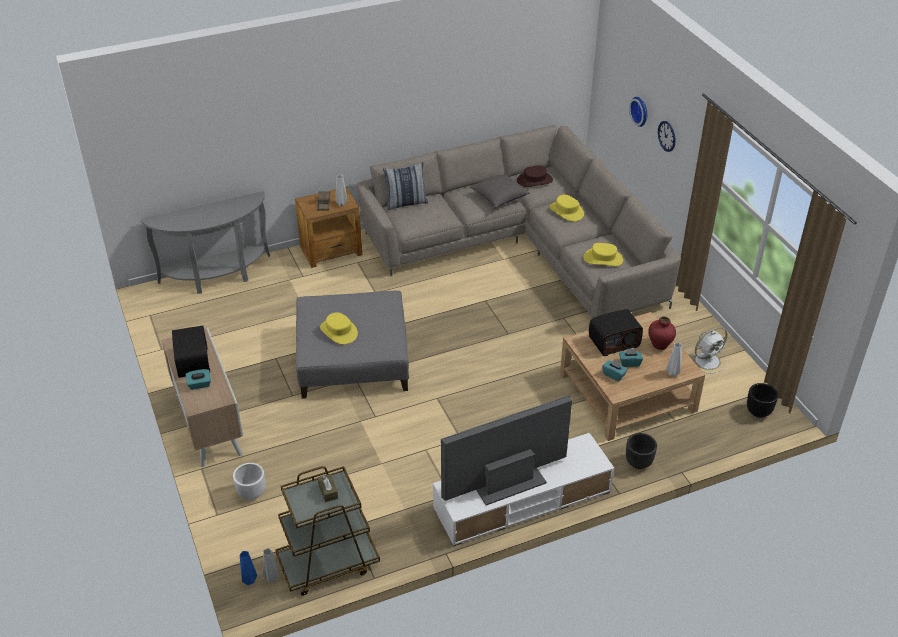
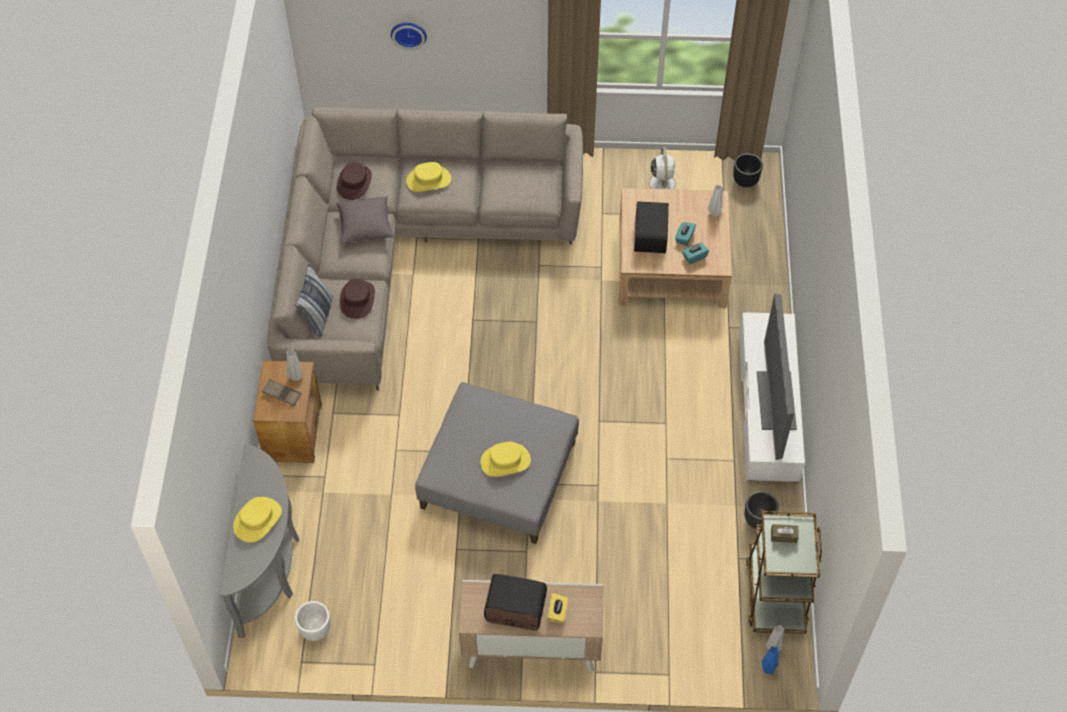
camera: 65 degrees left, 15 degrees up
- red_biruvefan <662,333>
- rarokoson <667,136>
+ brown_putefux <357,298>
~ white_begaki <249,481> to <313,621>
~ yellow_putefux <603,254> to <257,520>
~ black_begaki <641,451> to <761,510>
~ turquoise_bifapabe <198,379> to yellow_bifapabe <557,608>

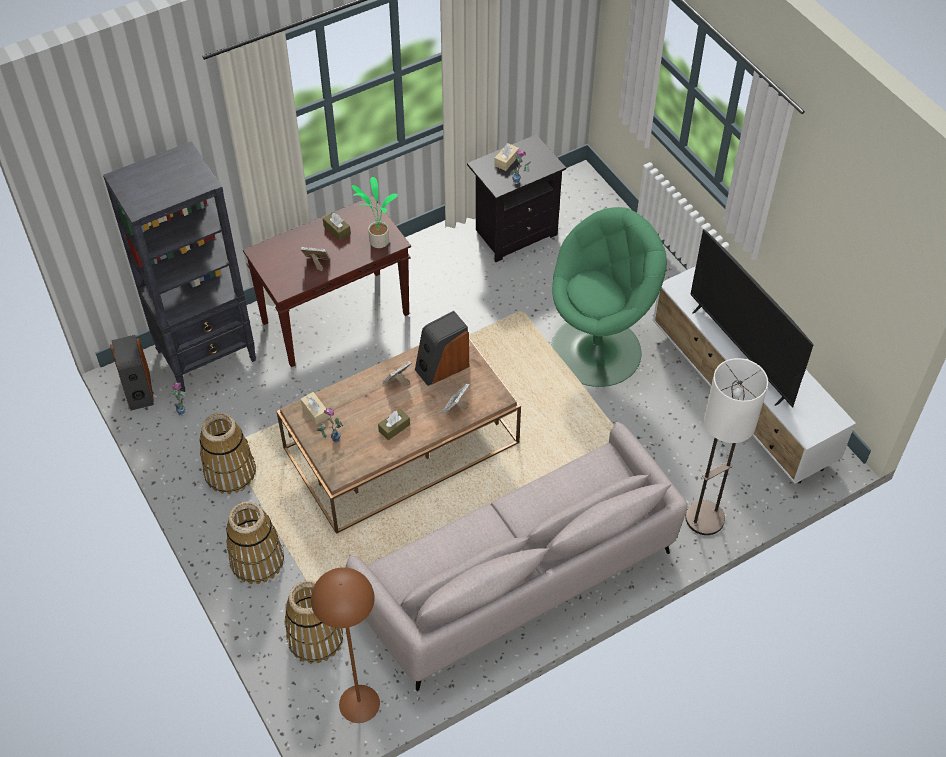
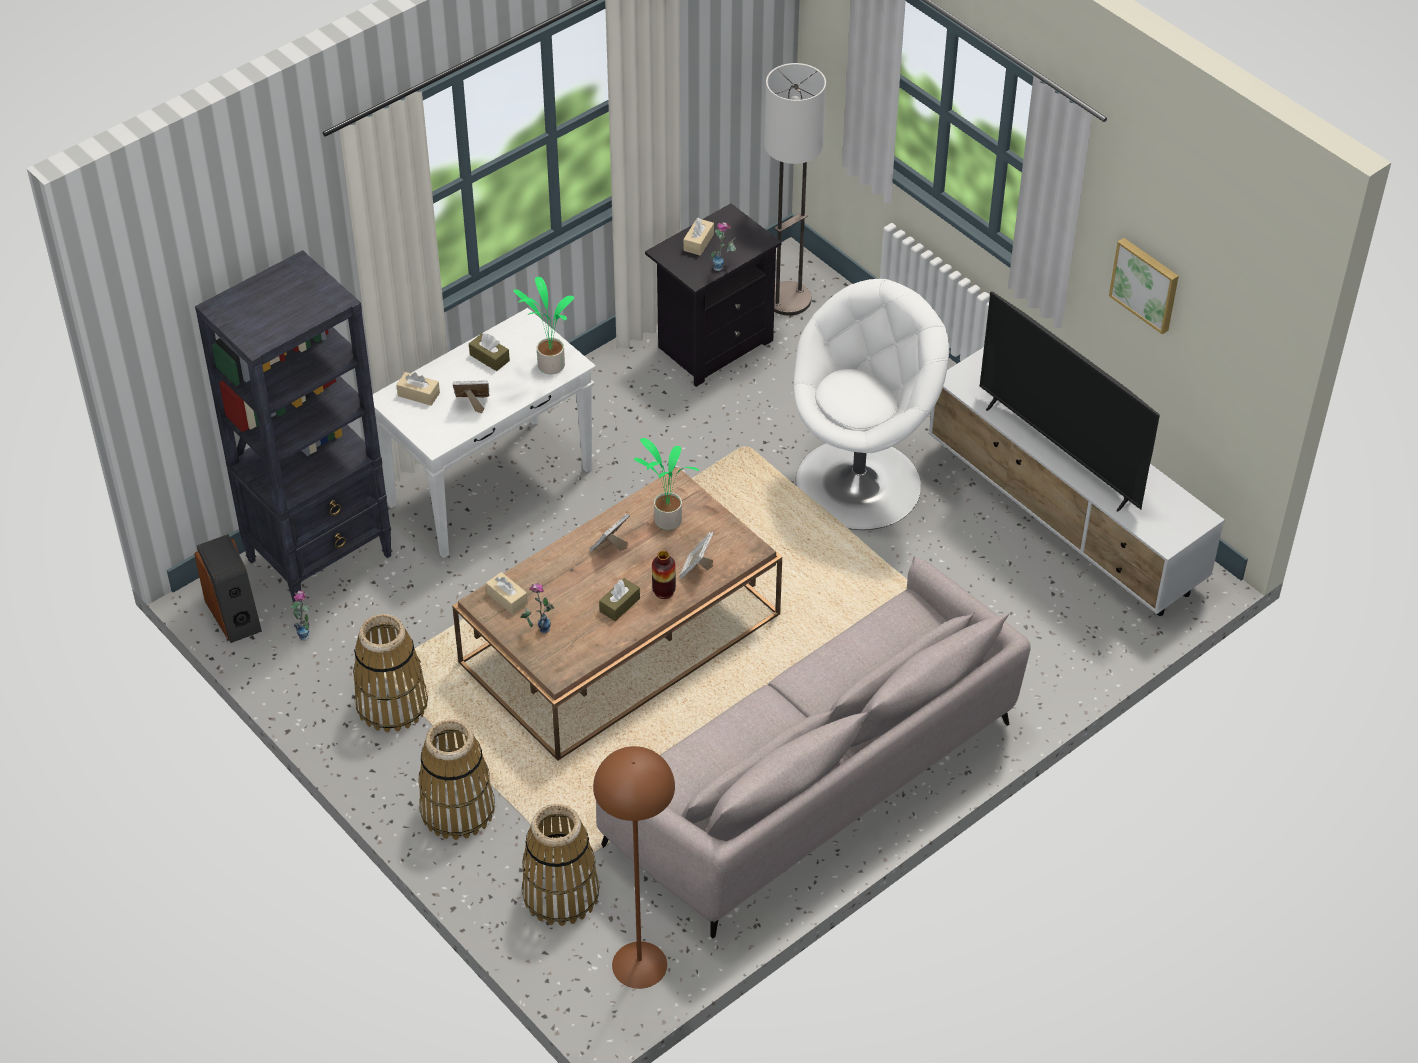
camera: 10 degrees left, 5 degrees down
+ beige_bifapabe <418,389>
+ biruvefan <664,575>
+ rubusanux <1144,286>
~ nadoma <726,446> to <795,189>
~ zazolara <442,348> to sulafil <666,484>
~ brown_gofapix <327,281> to white_gofapix <484,433>
~ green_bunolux <609,297> to white_bunolux <871,404>

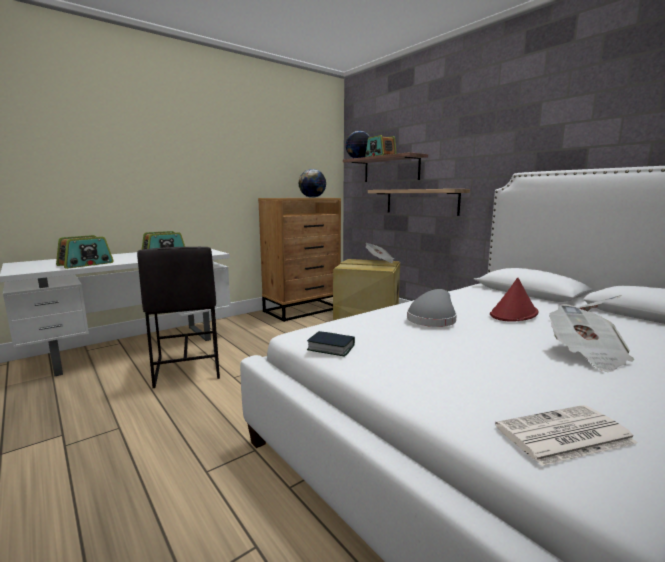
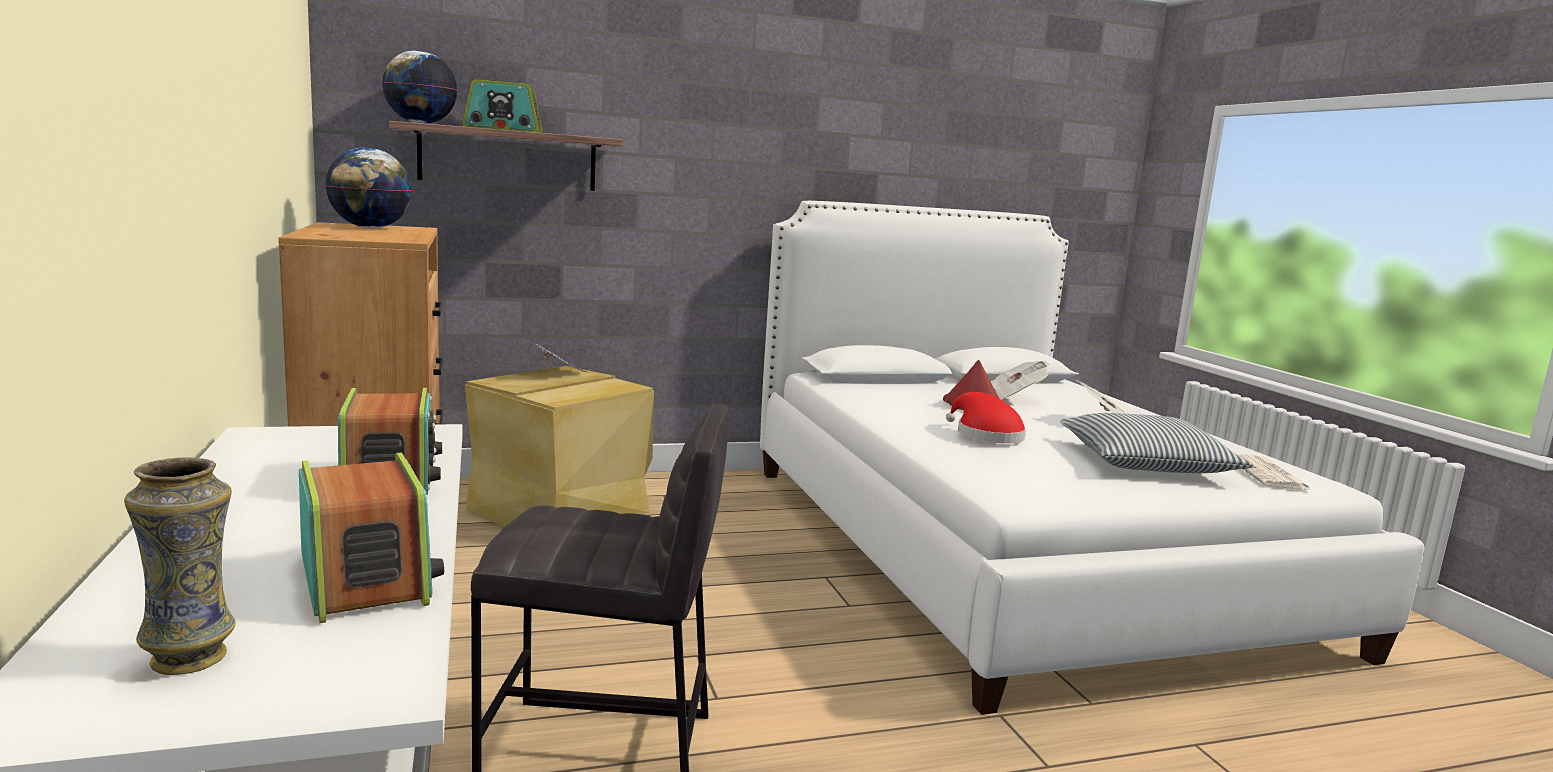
camera: 70 degrees left, 0 degrees up
- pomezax <331,344>
- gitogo <419,202>
+ biruvefan <180,566>
+ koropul <1156,443>
~ grey_putefux <432,308> to red_putefux <986,418>

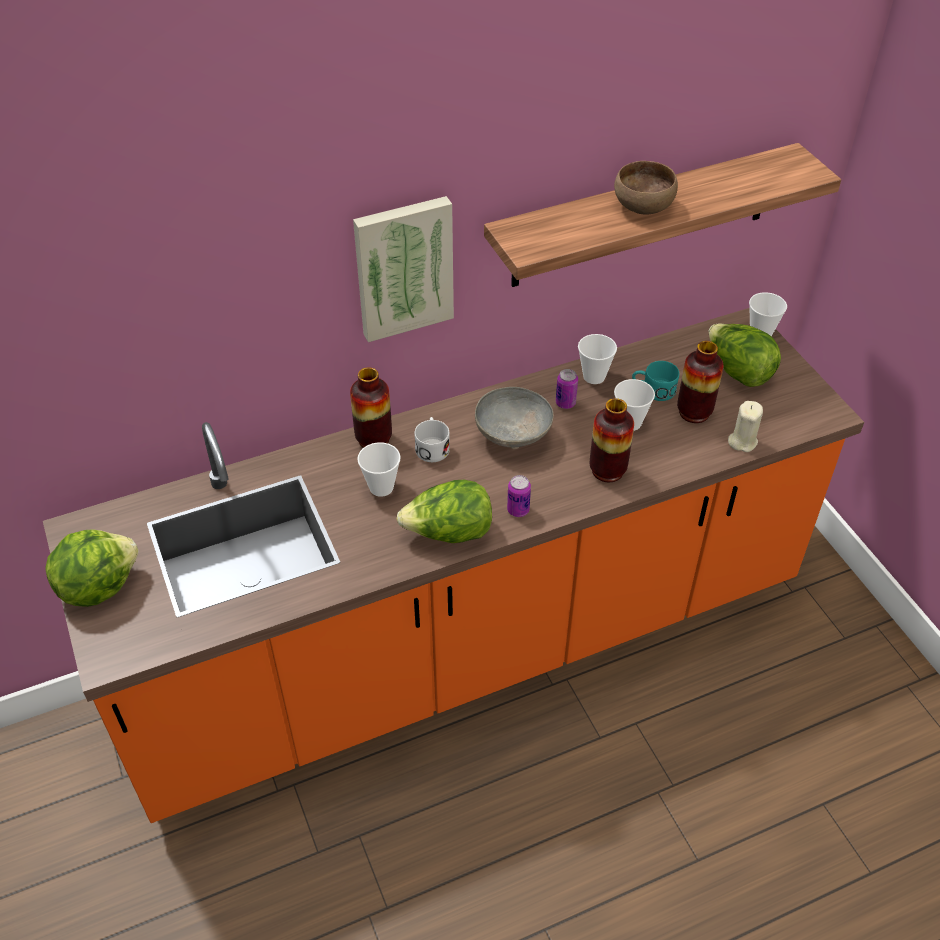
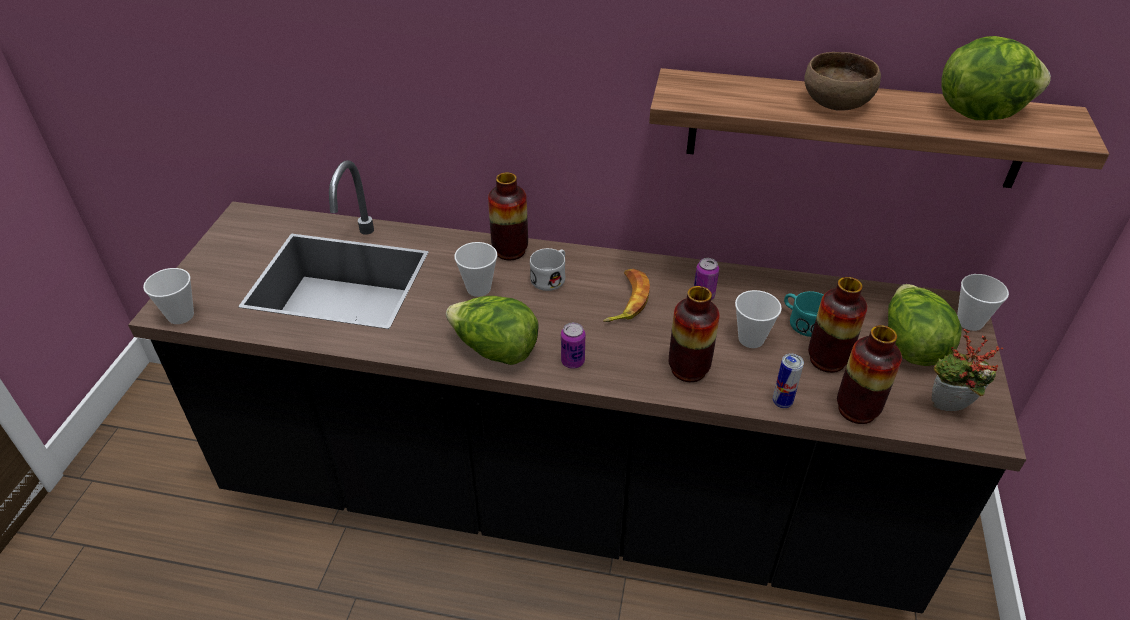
camera: 35 degrees right, 5 degrees down
- rubusanux <403,269>
+ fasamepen <788,380>
+ sulafil <967,370>
~ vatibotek <92,568> to <996,78>
~ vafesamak <597,359> to <168,296>
~ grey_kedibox <514,418> to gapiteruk <626,295>
~ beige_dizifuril <745,426> to biruvefan <869,374>
~ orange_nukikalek <453,565> to black_nukikalek <577,387>

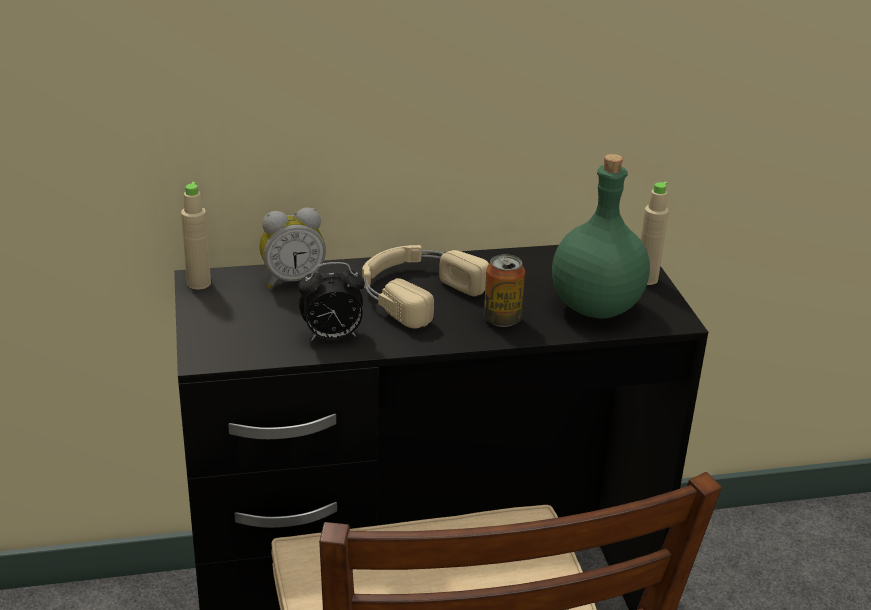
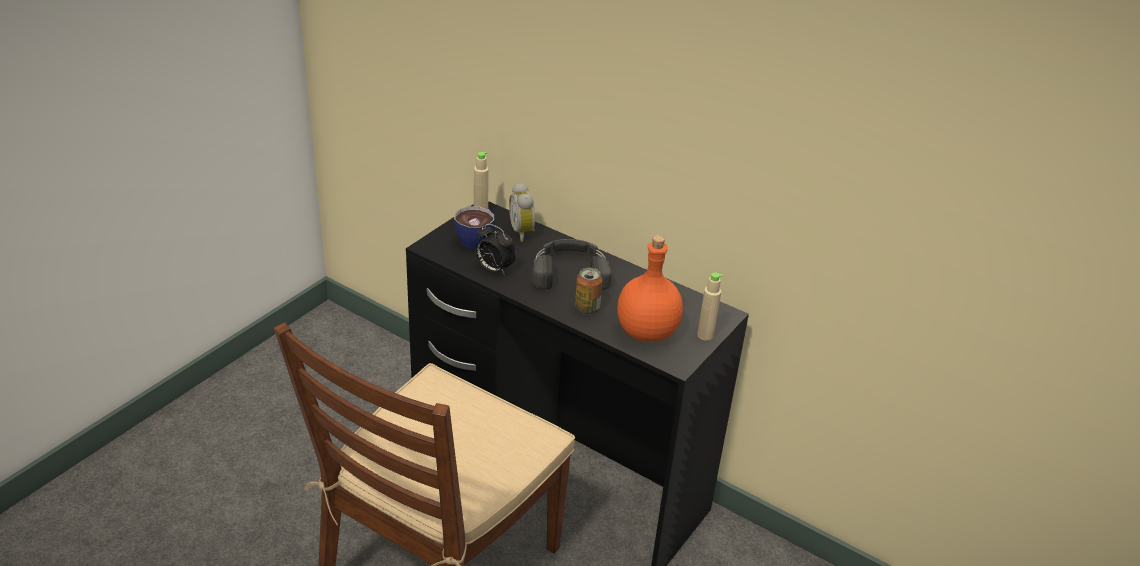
camera: 45 degrees right, 5 degrees up
+ vafesamak <474,228>
~ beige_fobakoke <425,287> to black_fobakoke <572,264>
~ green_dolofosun <601,236> to orange_dolofosun <650,288>
~ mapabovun <292,248> = <522,212> 45 degrees clockwise

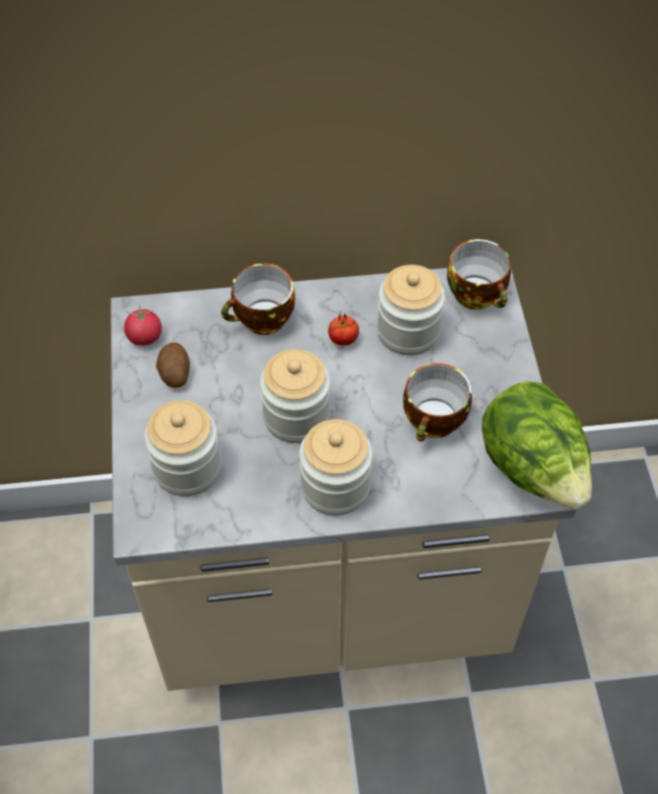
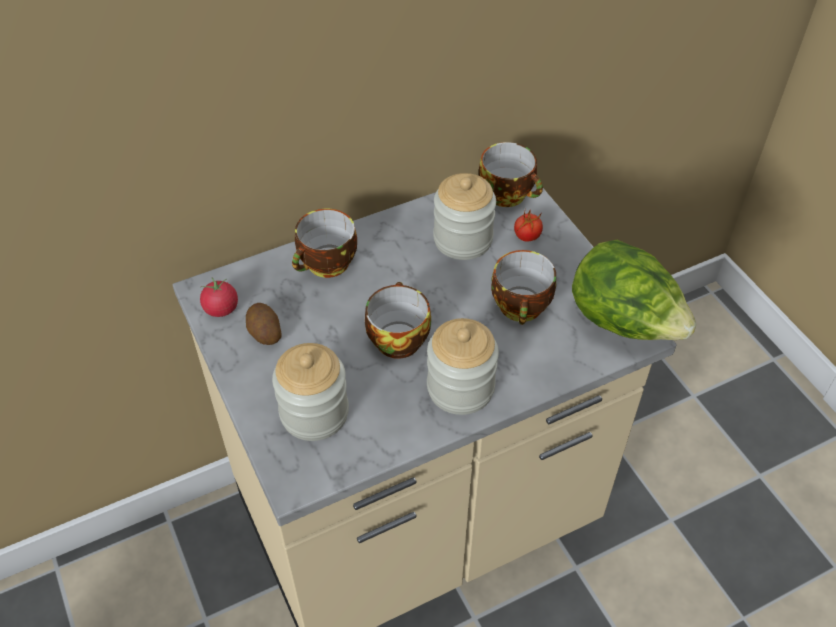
camera: 20 degrees left, 5 degrees down
~ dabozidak <343,328> to <528,226>
~ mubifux <295,396> to vafesamak <398,320>

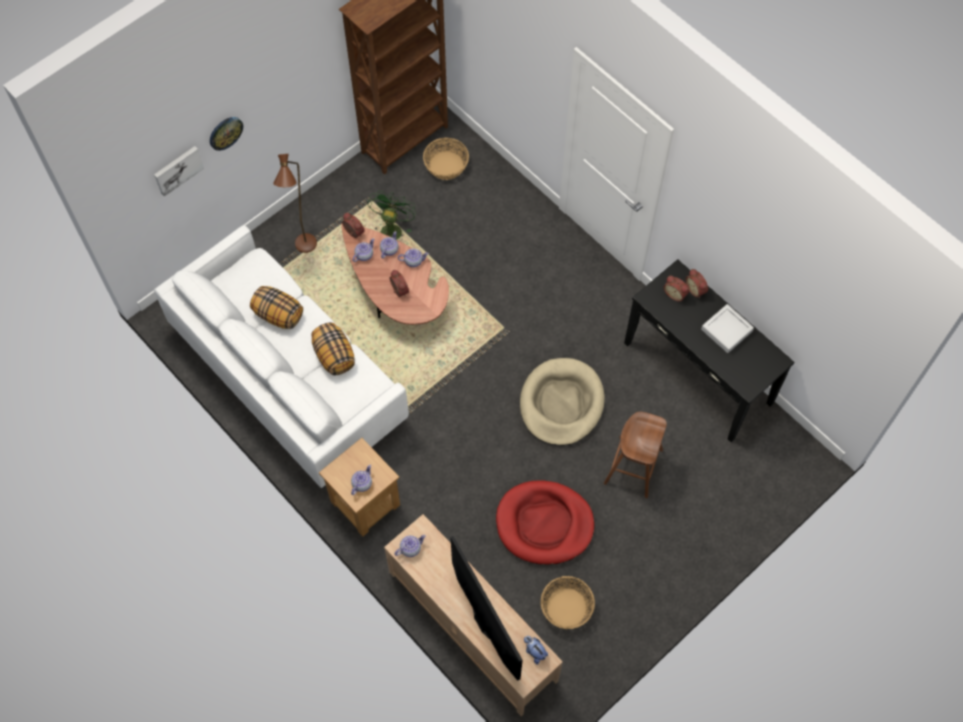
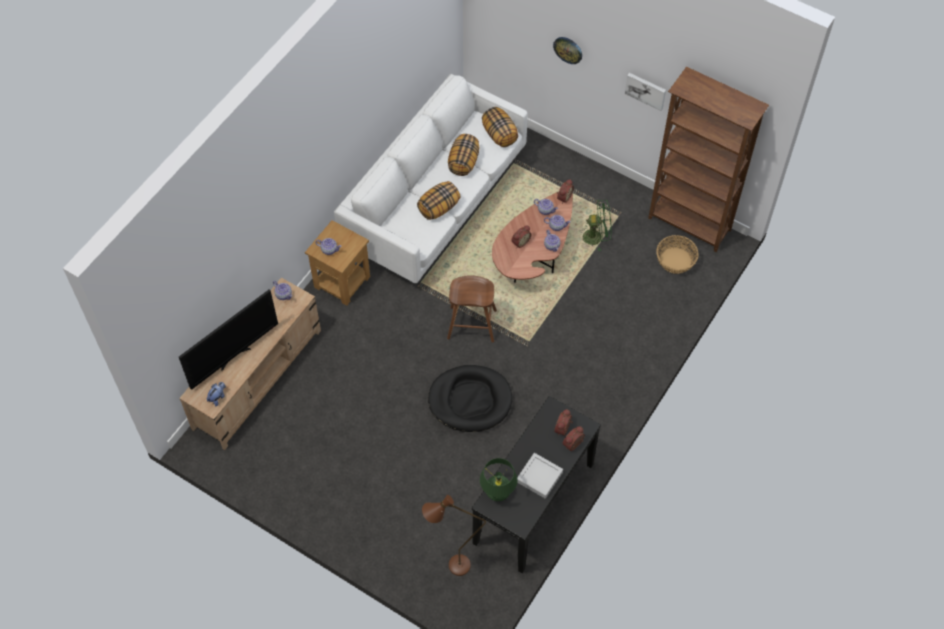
camera: 75 degrees right, 5 degrees down
- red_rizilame <545,522>
- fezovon <568,602>
+ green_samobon <498,479>
+ koropul <500,127>
~ rubusanux <179,171> to <645,92>
~ brown_nadoma <295,203> to <454,535>
~ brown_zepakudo <635,455> to <472,308>
~ beige_rizilame <562,402> to black_rizilame <470,398>

